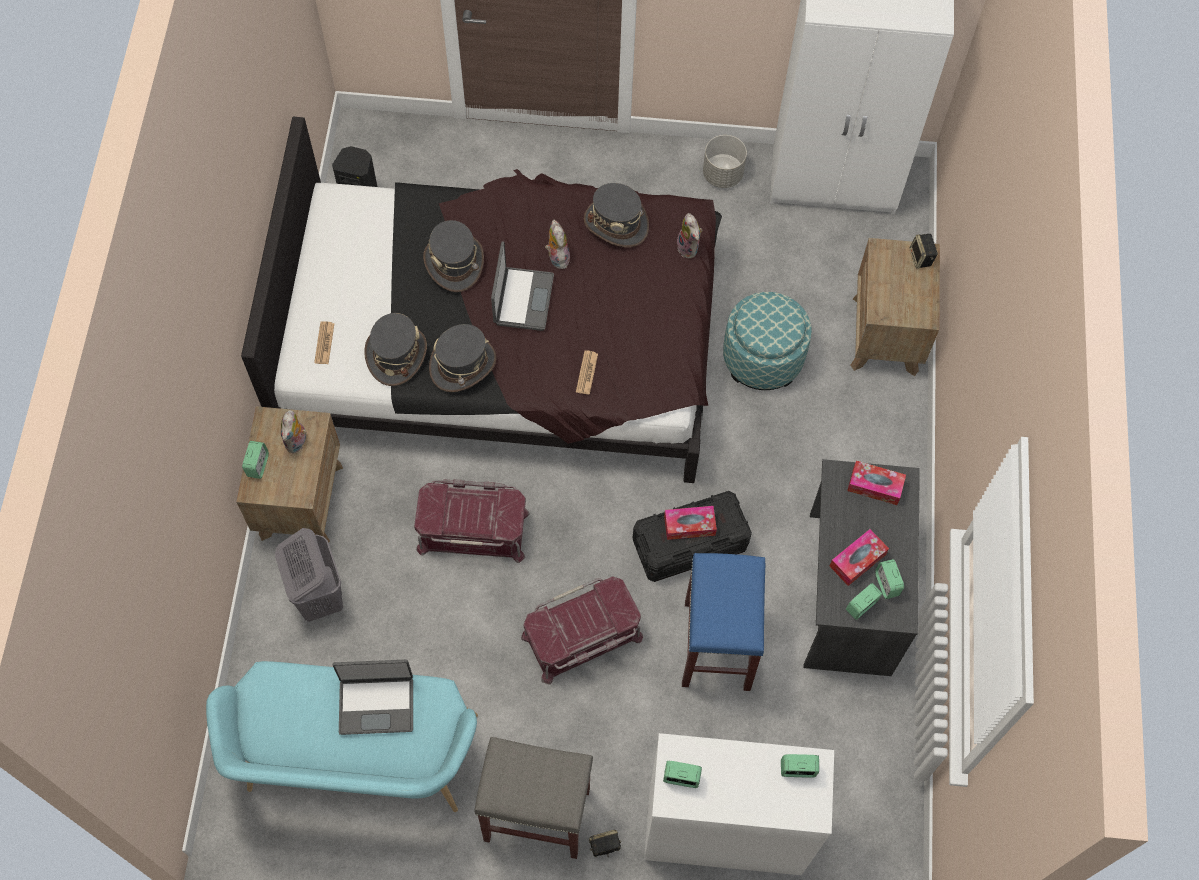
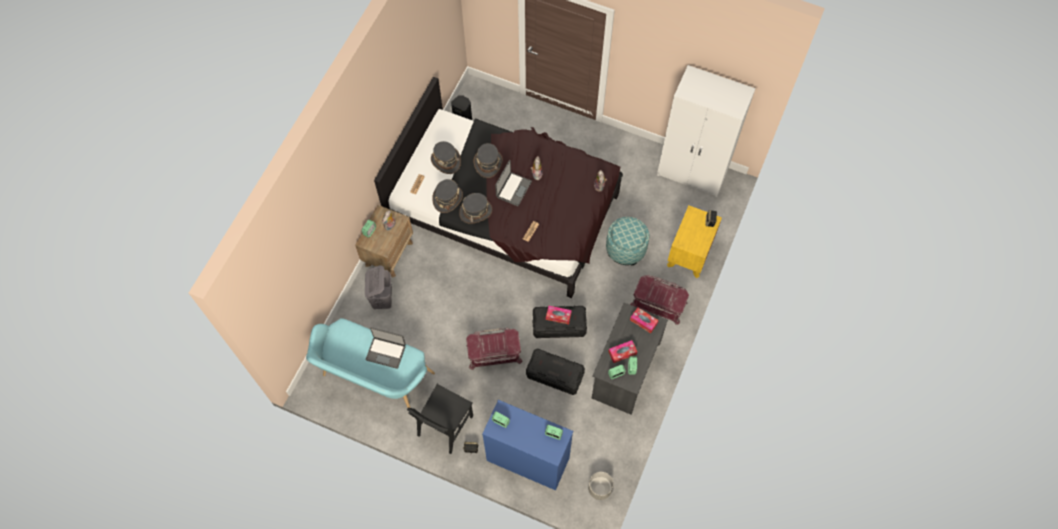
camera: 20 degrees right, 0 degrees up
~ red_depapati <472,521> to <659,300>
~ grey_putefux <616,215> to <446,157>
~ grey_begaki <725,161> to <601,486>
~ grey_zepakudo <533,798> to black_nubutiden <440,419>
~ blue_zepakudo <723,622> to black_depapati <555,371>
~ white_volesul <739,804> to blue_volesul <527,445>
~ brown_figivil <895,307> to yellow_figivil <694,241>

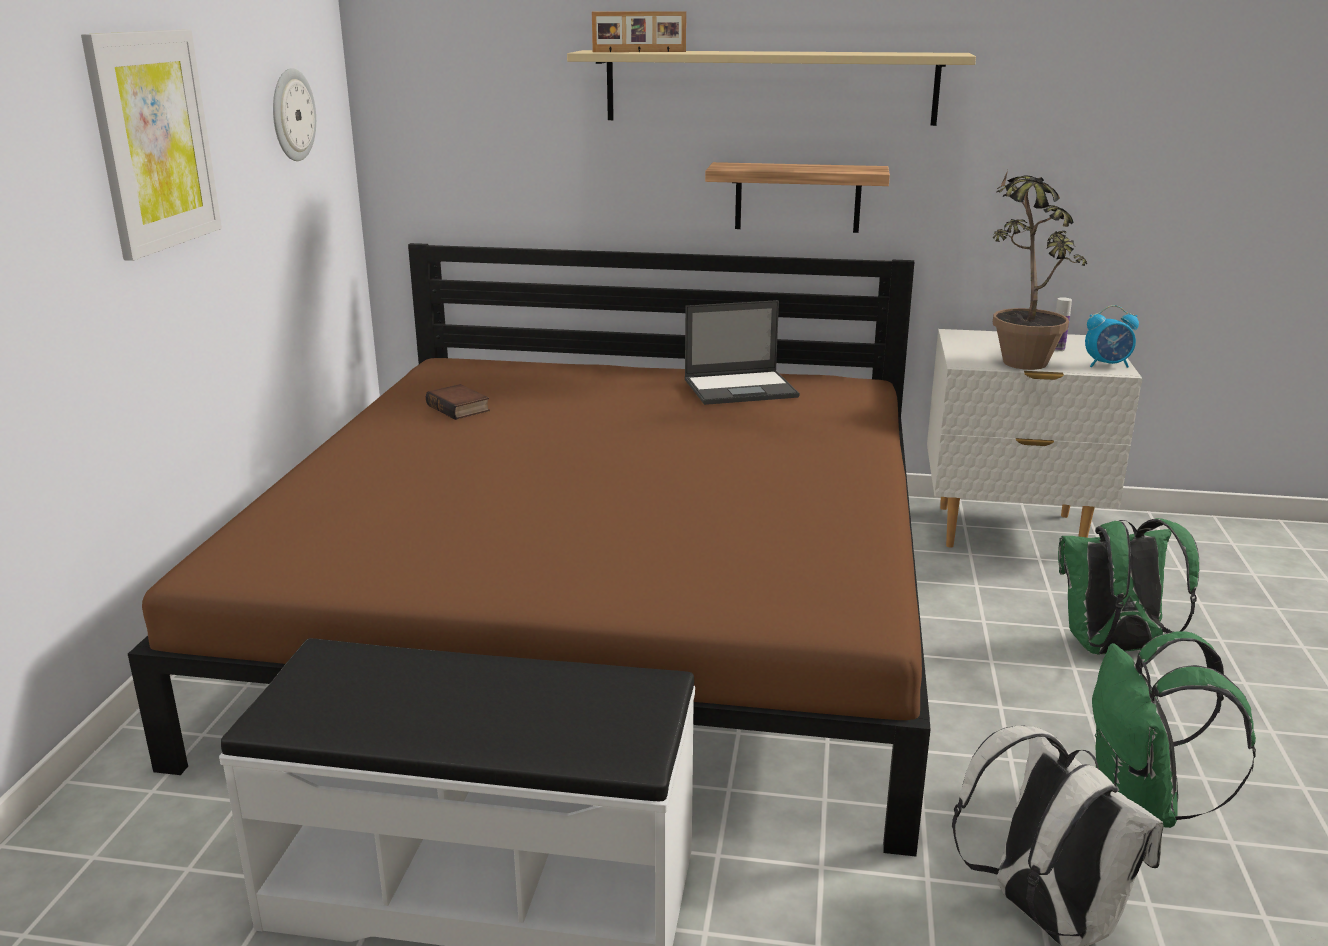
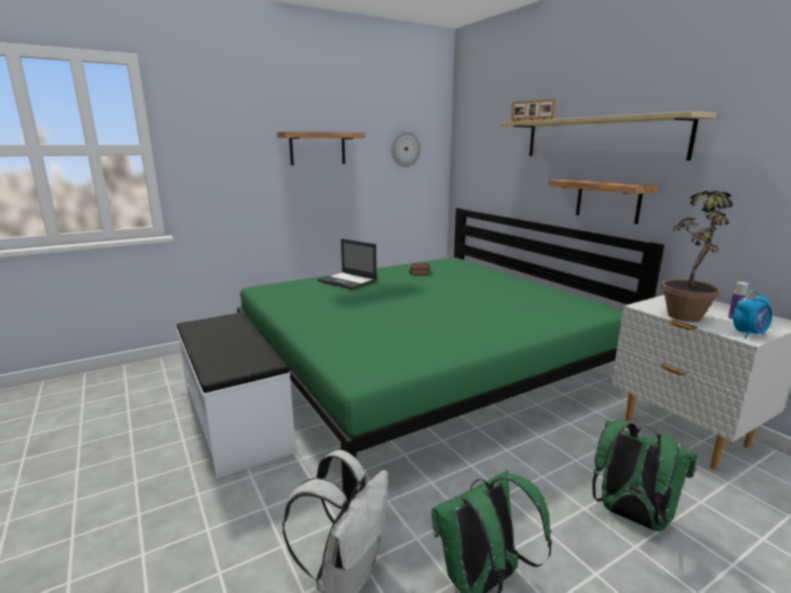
camera: 50 degrees right, 5 degrees down
~ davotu <742,352> to <347,264>
~ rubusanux <151,145> to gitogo <321,148>
~ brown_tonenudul <529,550> to green_tonenudul <451,355>
~ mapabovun <1112,336> = <752,314> 75 degrees counterclockwise

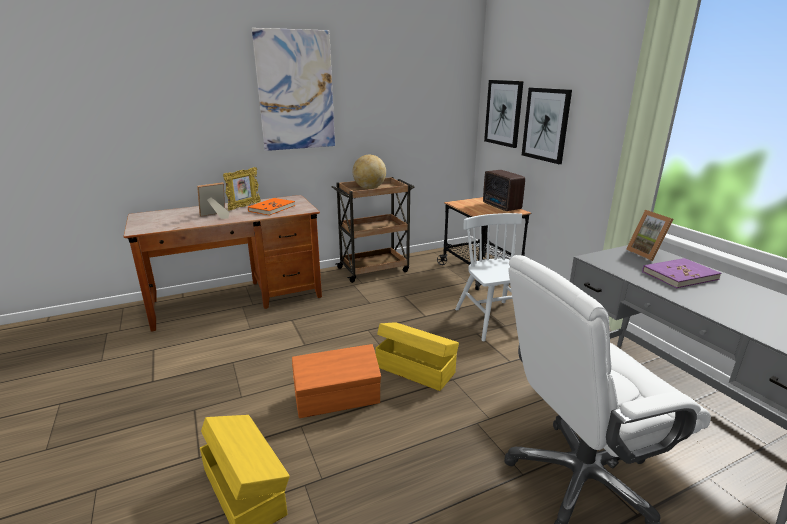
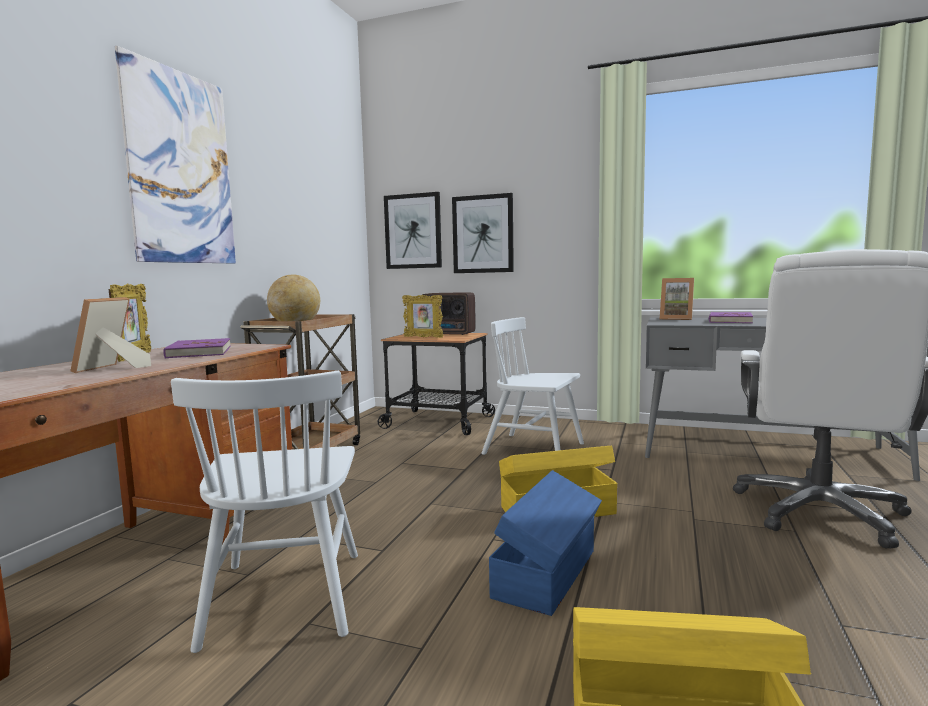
camera: 45 degrees left, 15 degrees down
+ white_nubutiden <264,512>
+ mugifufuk <422,316>
~ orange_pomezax <271,206> to purple_pomezax <197,348>
~ orange_depapati <336,381> to blue_depapati <545,543>

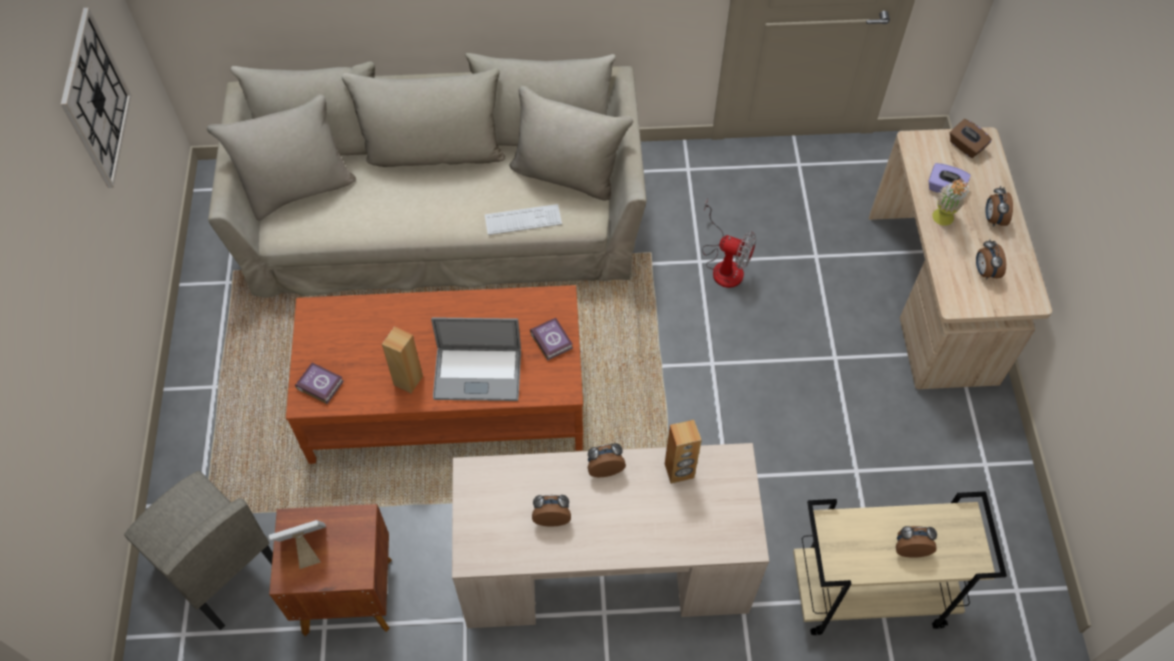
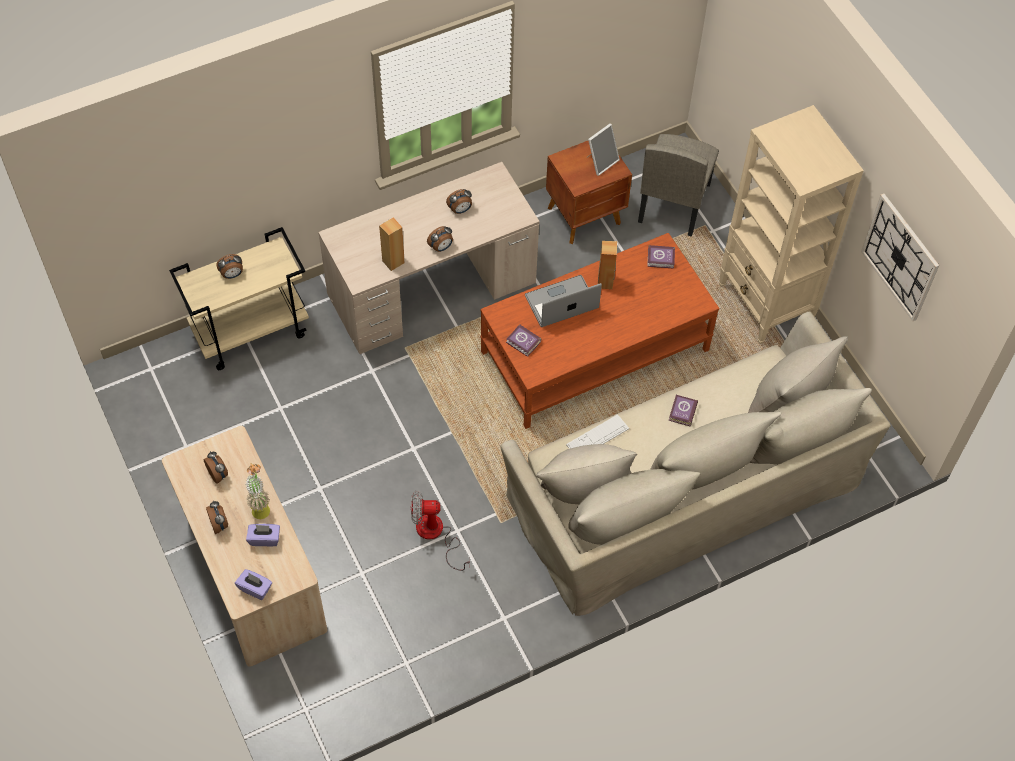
camera: 155 degrees right, 0 degrees up
+ pomezax <683,410>
+ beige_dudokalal <791,224>
~ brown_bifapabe <971,138> to purple_bifapabe <253,584>
~ beige_nubutiden <198,550> = <678,185> 90 degrees counterclockwise

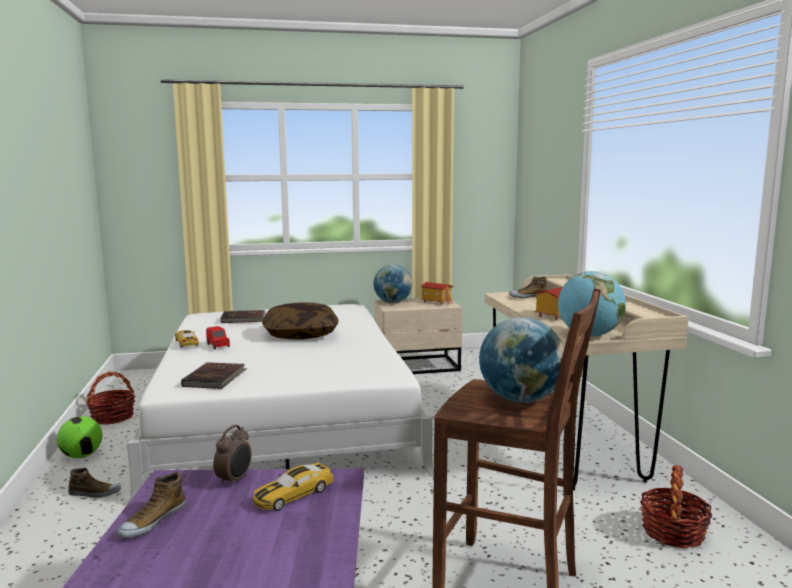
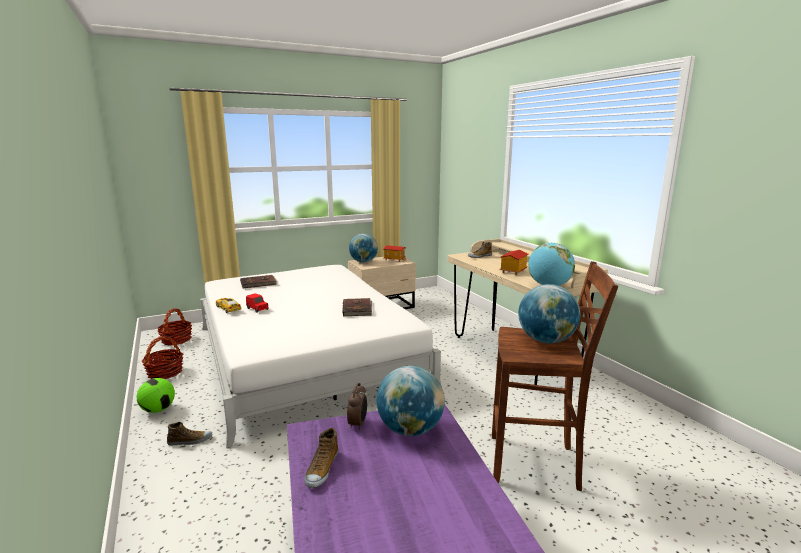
camera: 15 degrees left, 5 degrees up
- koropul <300,320>
~ brown_pomezax <214,375> to <357,307>
~ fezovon <676,506> to <175,327>
~ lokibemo <293,486> to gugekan <410,401>

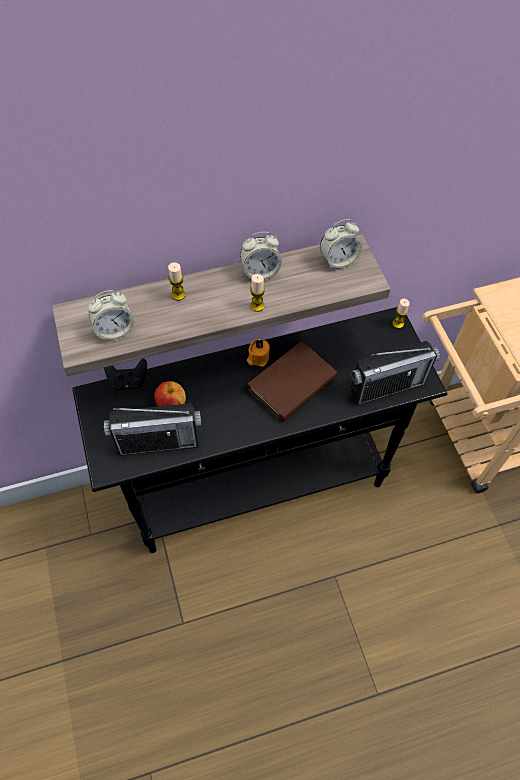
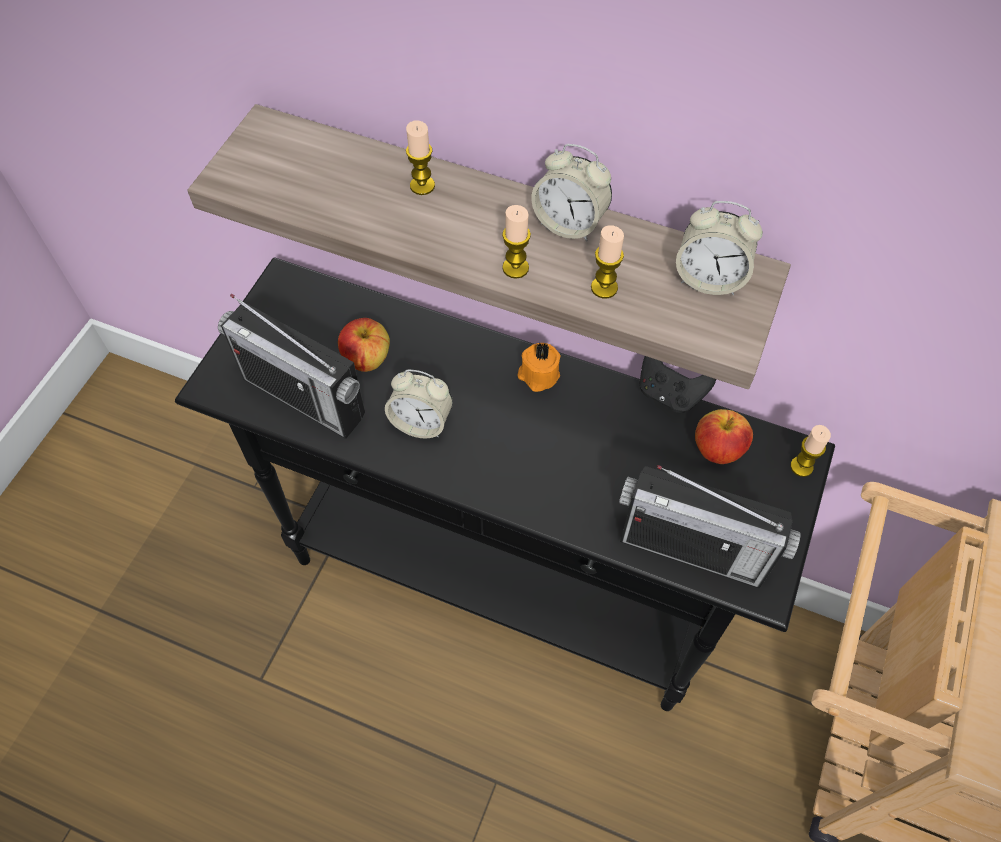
camera: 40 degrees right, 0 degrees up
- brown_pomezax <293,381>
+ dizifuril <607,262>
+ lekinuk <724,436>
~ mapabovun <111,315> to <419,404>
~ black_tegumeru <125,374> to <678,384>

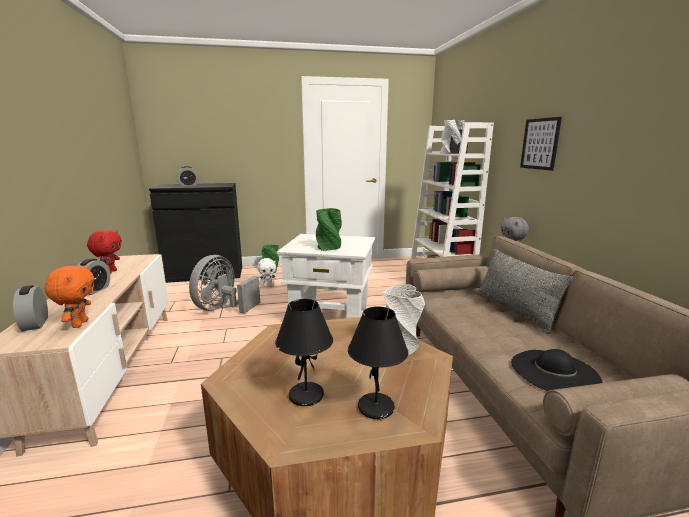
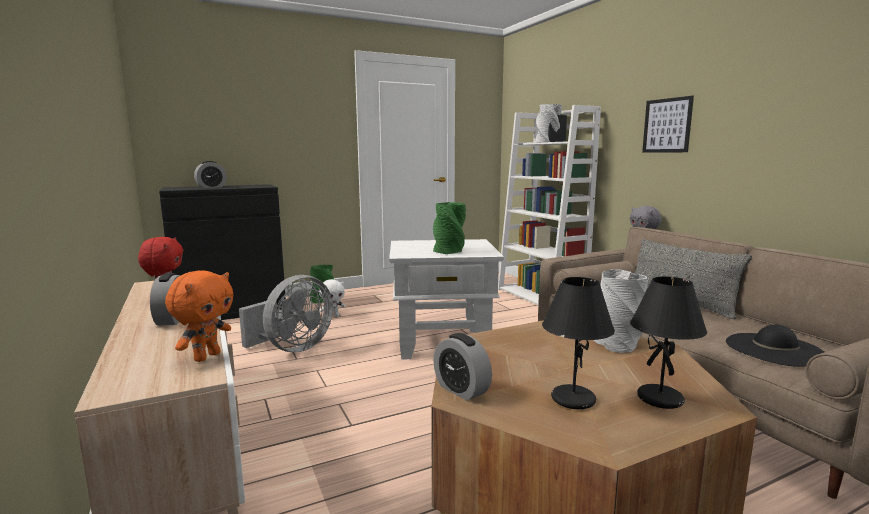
camera: 15 degrees left, 5 degrees down
~ mapabovun <30,308> to <462,367>
~ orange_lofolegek <69,296> = <199,316> 45 degrees clockwise
~ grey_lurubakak <224,284> = <286,313> 150 degrees counterclockwise

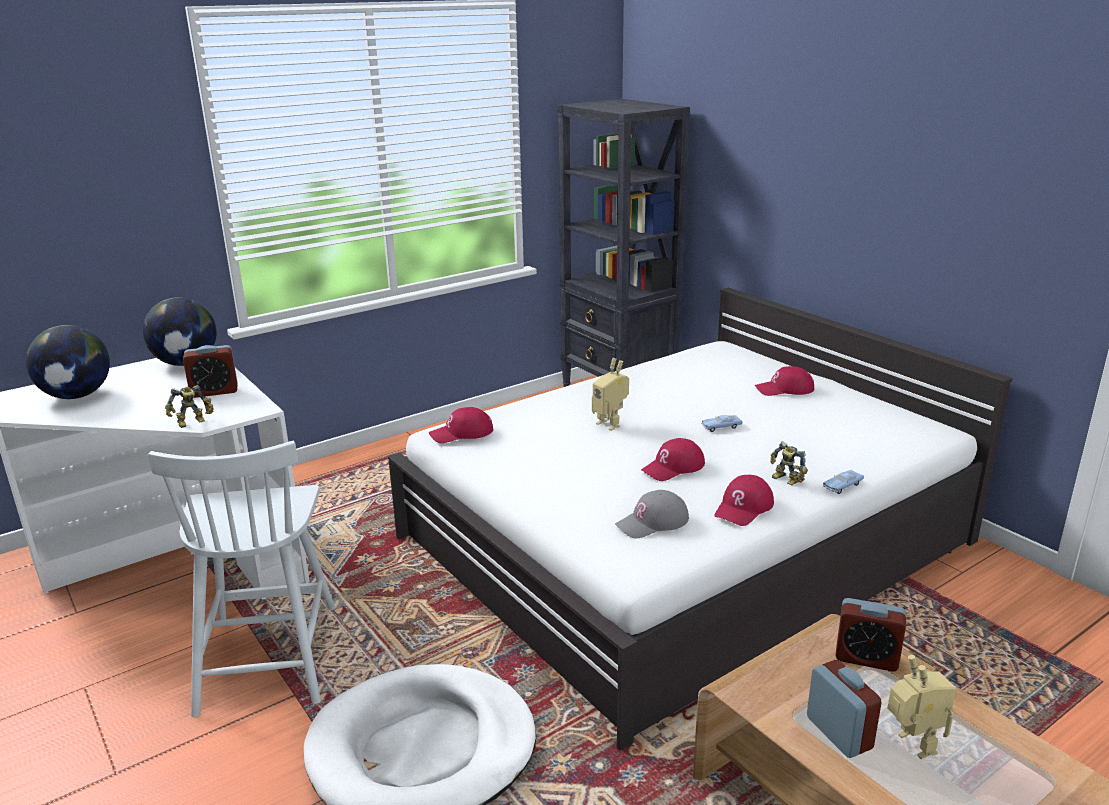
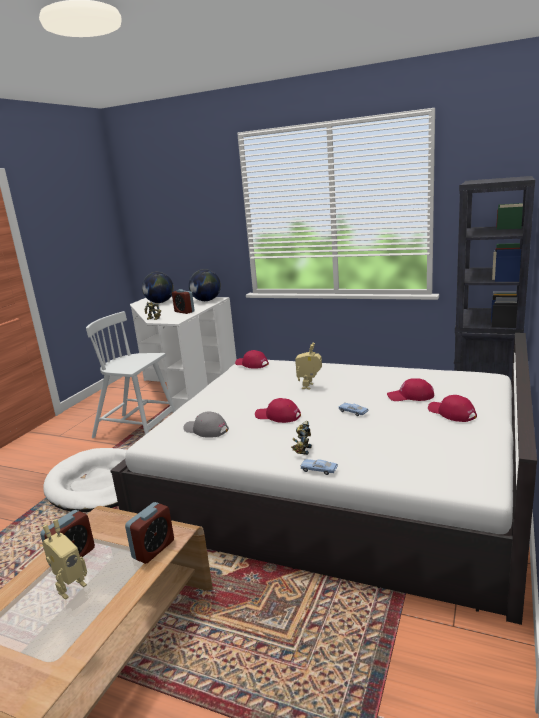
camera: 60 degrees right, 5 degrees down
~ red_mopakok <744,500> to <410,389>
~ white_nubutiden <241,579> = <131,374> 60 degrees clockwise
~ mapabovun <871,635> = <149,533> 135 degrees counterclockwise

